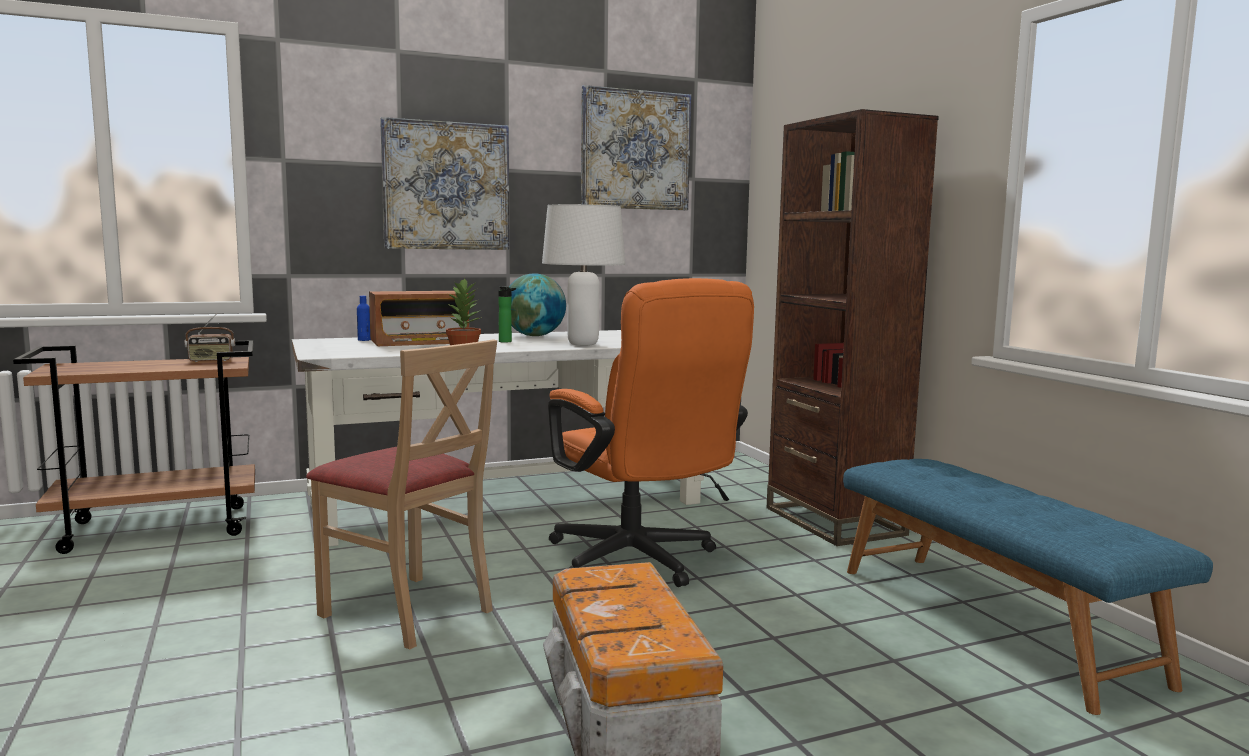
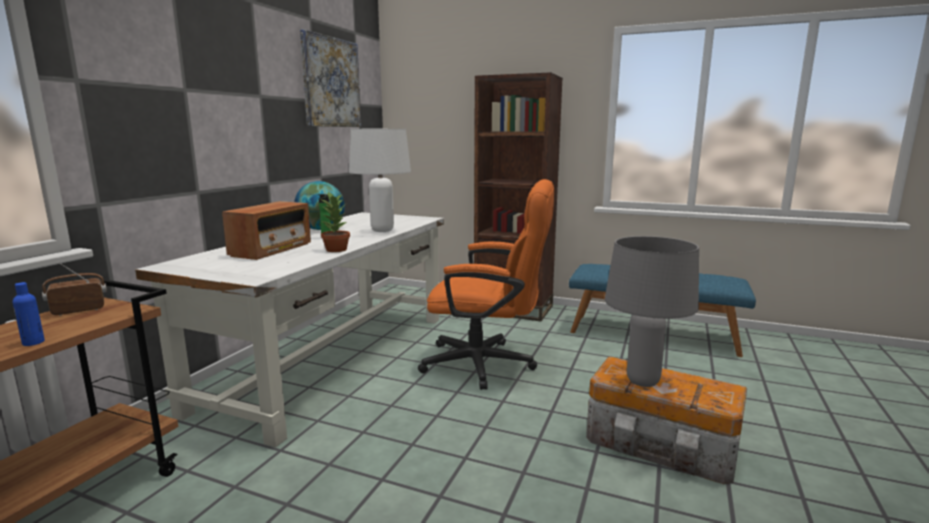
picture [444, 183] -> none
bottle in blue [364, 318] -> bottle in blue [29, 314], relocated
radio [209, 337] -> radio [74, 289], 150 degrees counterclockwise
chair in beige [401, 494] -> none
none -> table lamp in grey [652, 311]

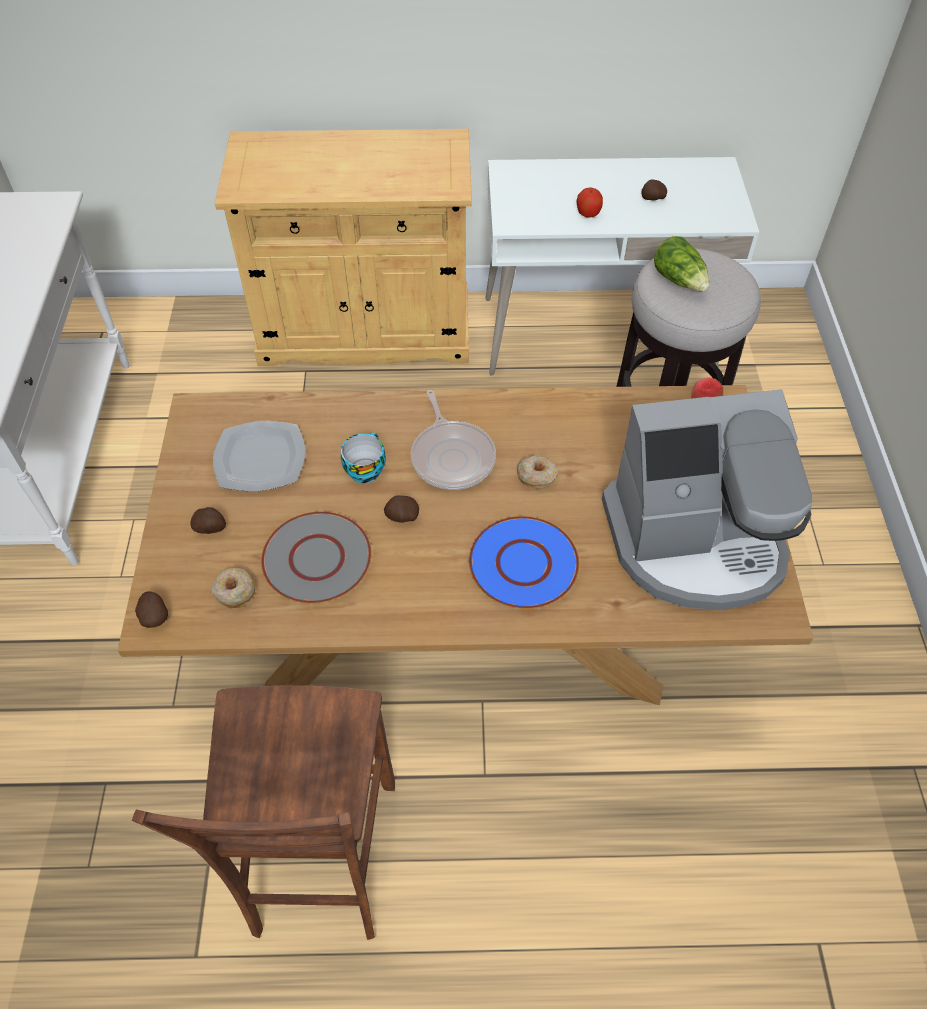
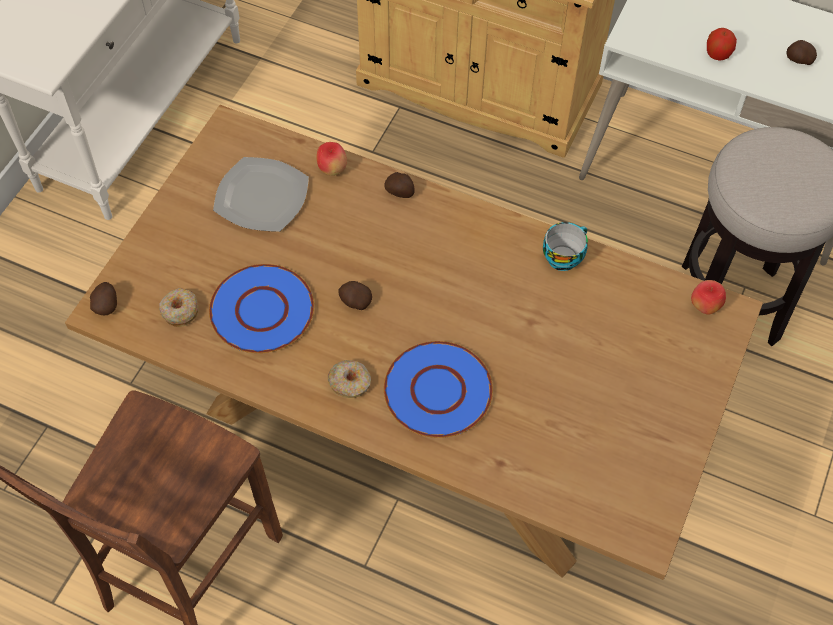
lettuce [682, 264] -> none
frying pan [453, 440] -> none
coffee machine [707, 500] -> none
cup [363, 458] -> cup [565, 246], relocated
donut [537, 472] -> donut [349, 379], relocated
potato [208, 520] -> potato [399, 185], relocated
plate in grey [316, 557] -> plate in blue [261, 308]
none -> apple [331, 159]

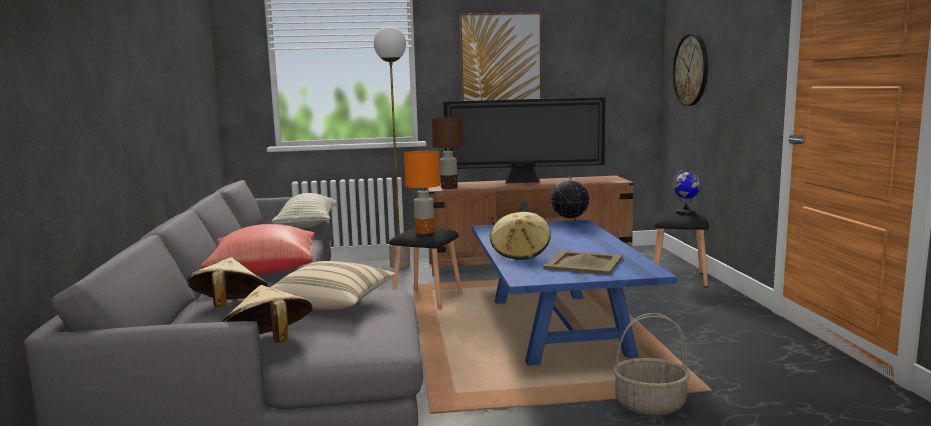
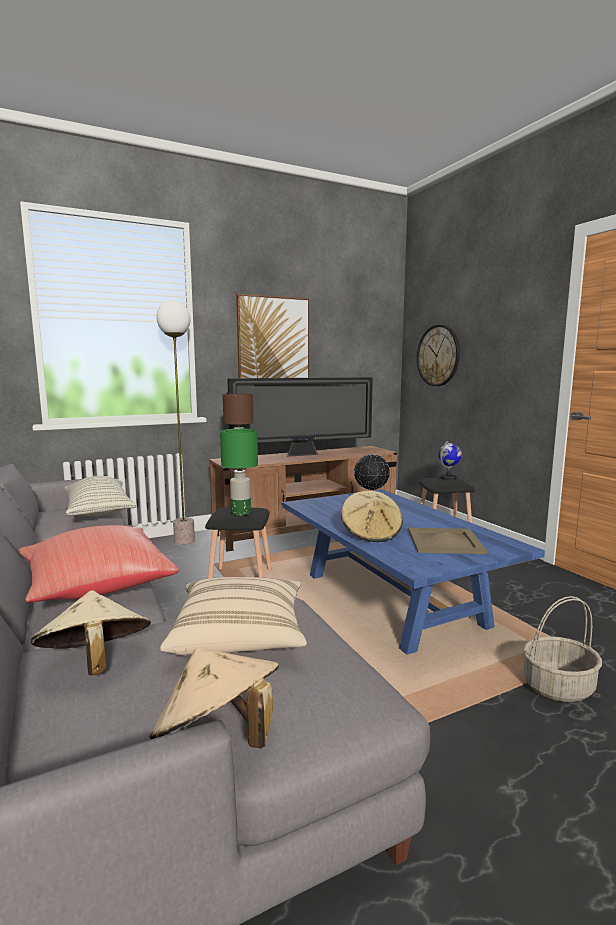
table lamp in orange [422, 192] -> table lamp in green [239, 472]

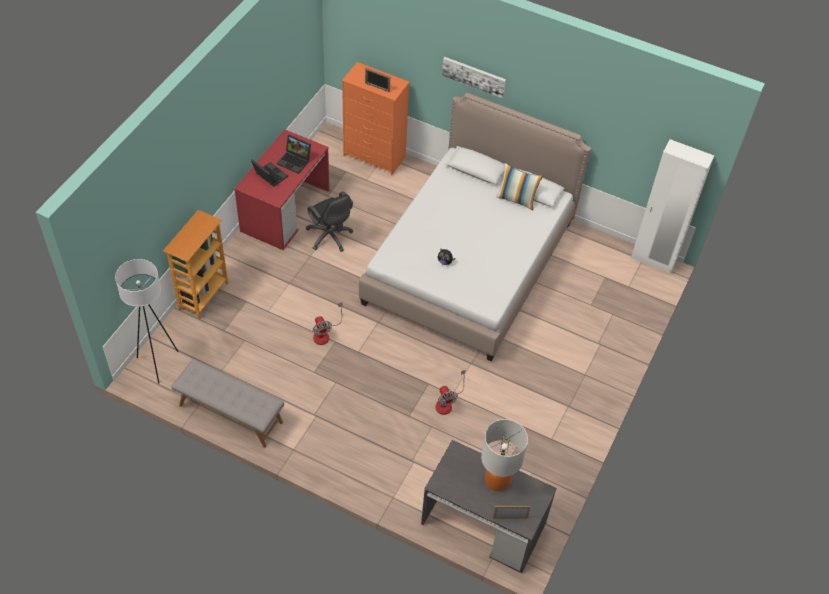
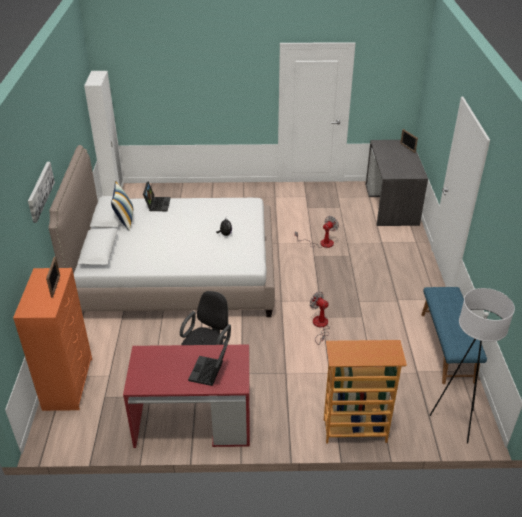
laptop [294, 154] -> laptop [157, 196], relocated
fan [328, 323] -> fan [320, 318], 90 degrees counterclockwise
bench in grey [227, 403] -> bench in blue [454, 335]
table lamp [504, 455] -> none

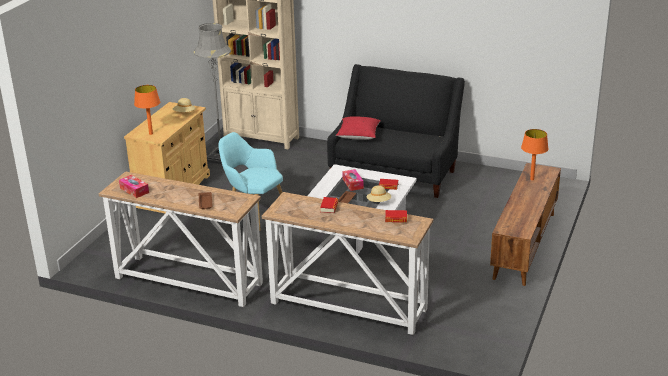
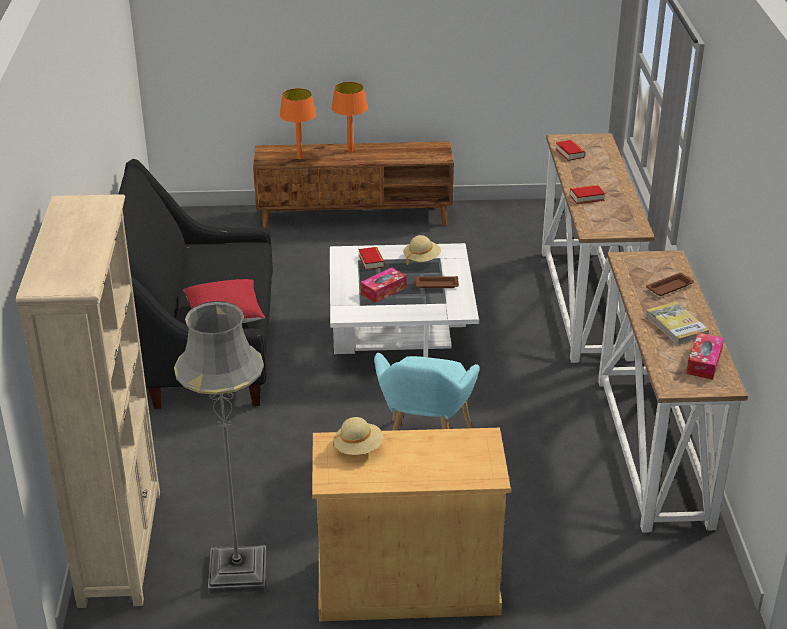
table lamp in orange [147, 110] -> table lamp in orange [349, 117], relocated
none -> book [677, 323]

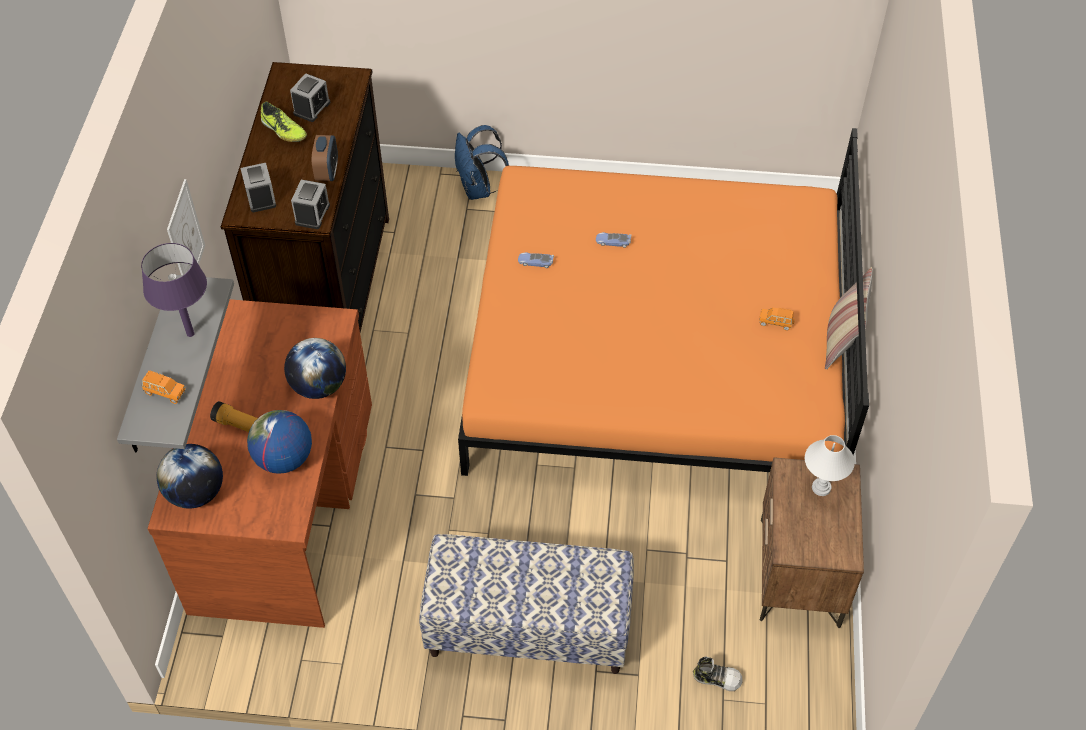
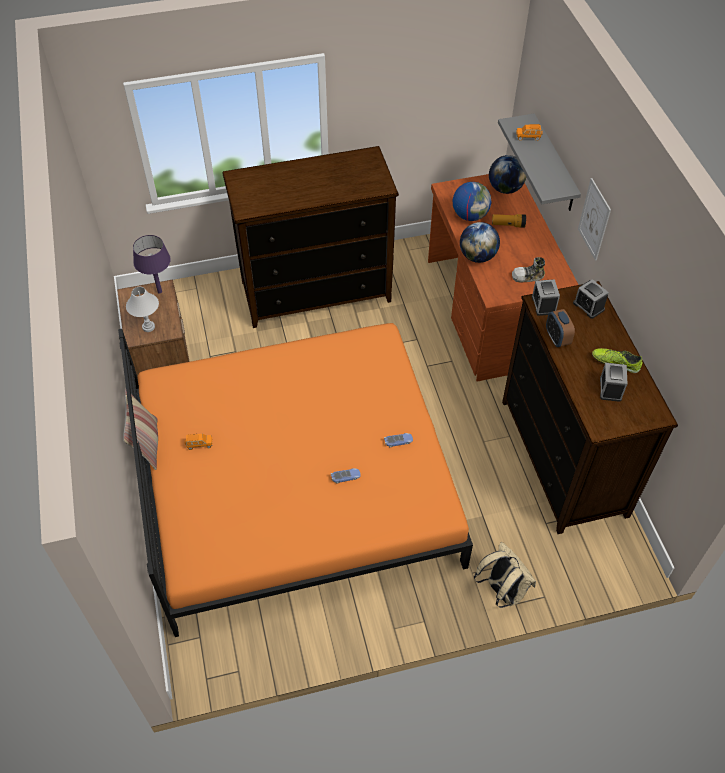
backpack in blue [482, 162] -> backpack in beige [505, 575]
table lamp in purple [174, 290] -> table lamp in purple [152, 264], relocated
bench [526, 604] -> dresser [310, 237]
shoe [718, 673] -> shoe [528, 270], relocated

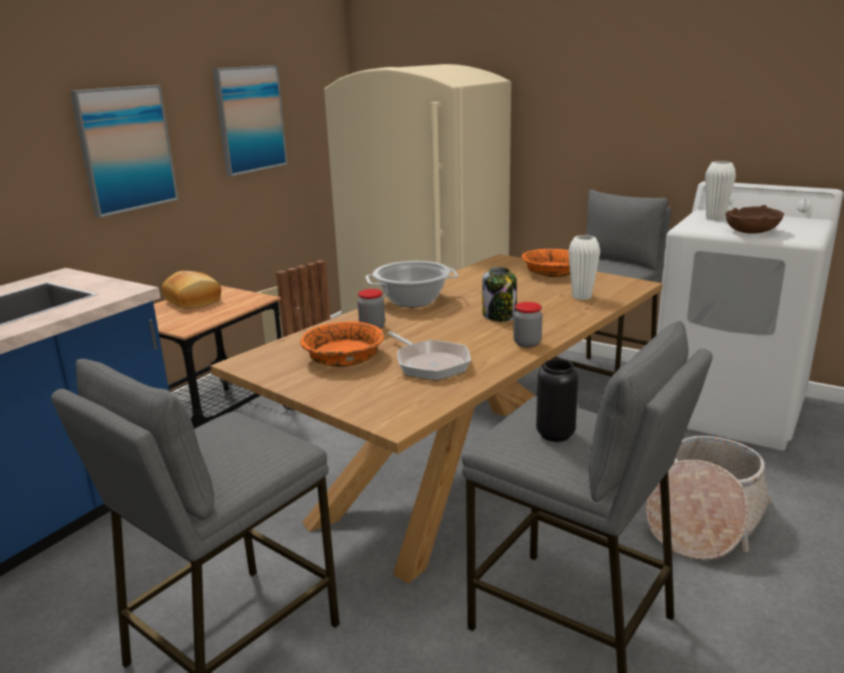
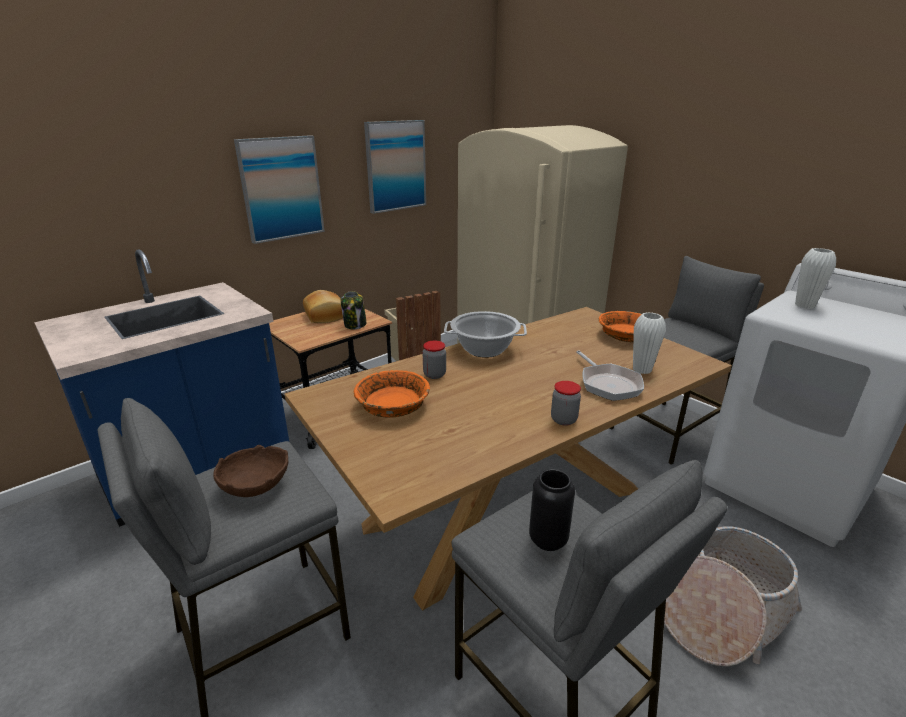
bowl in brown [755, 219] -> bowl in brown [250, 471], relocated
jar [499, 294] -> jar [353, 310], relocated
frying pan [429, 355] -> frying pan [610, 375], relocated

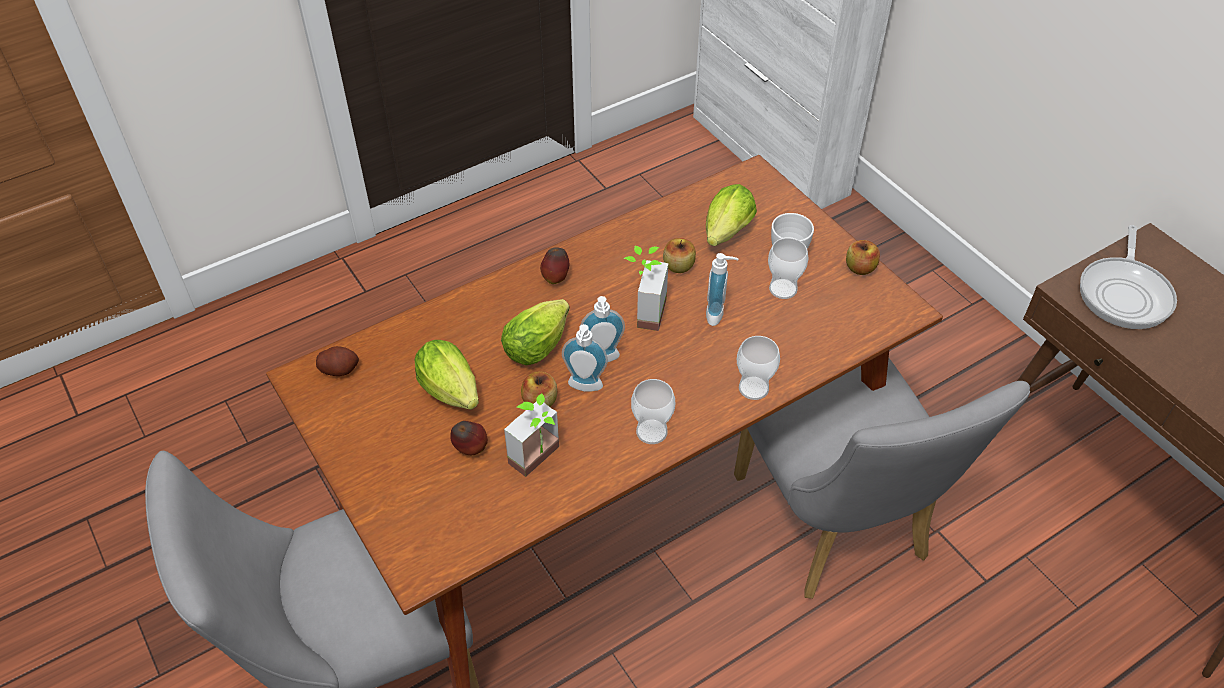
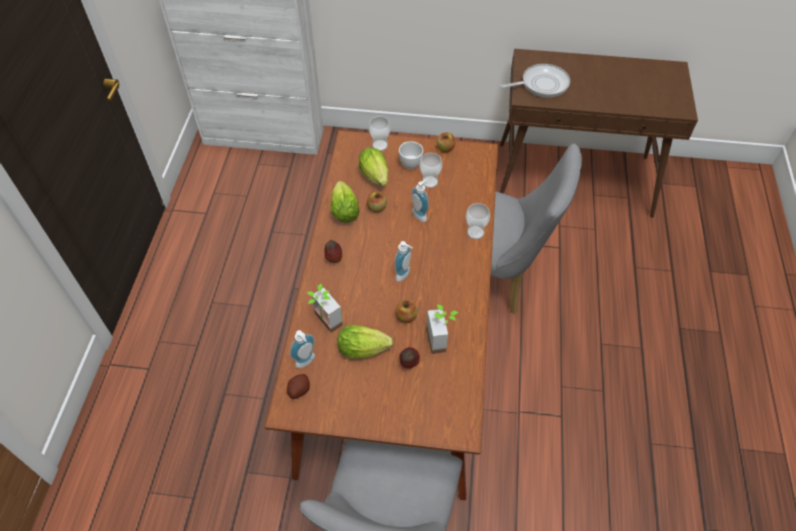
frying pan [1128, 277] -> frying pan [535, 81], 75 degrees counterclockwise
potted plant [646, 288] -> potted plant [325, 308], relocated
lettuce [535, 332] -> lettuce [345, 202], relocated
soap dispenser [585, 358] -> soap dispenser [302, 349], relocated
cup [653, 411] -> cup [380, 133], relocated

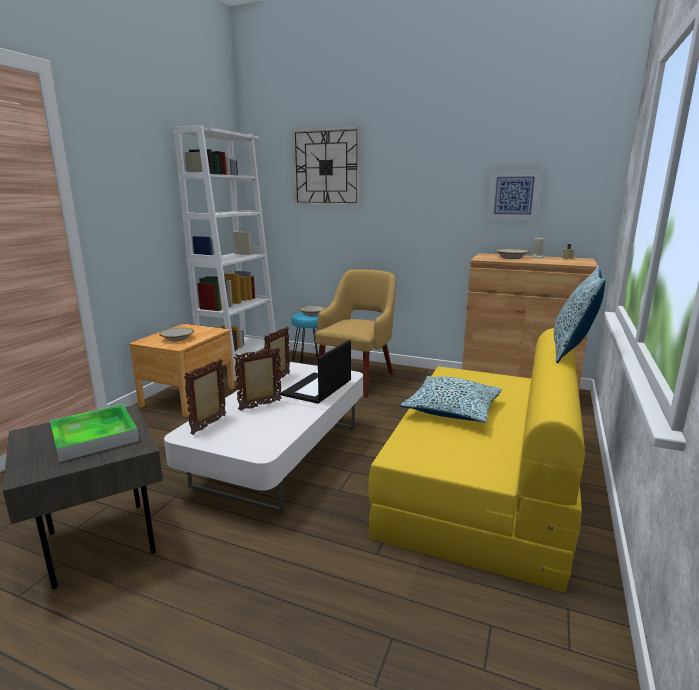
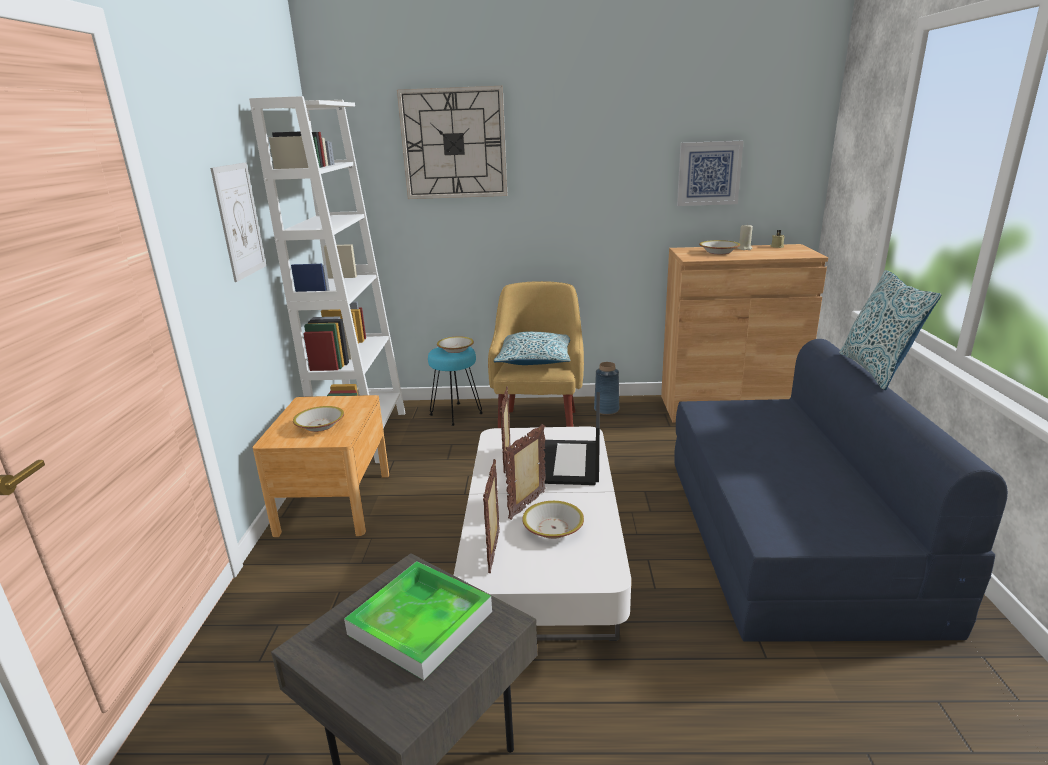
sofa in yellow [477, 460] -> sofa in blue [841, 490]
pillow [451, 399] -> pillow [532, 348], relocated
none -> picture [238, 222]
none -> vase in blue [606, 388]
none -> bowl [553, 520]

